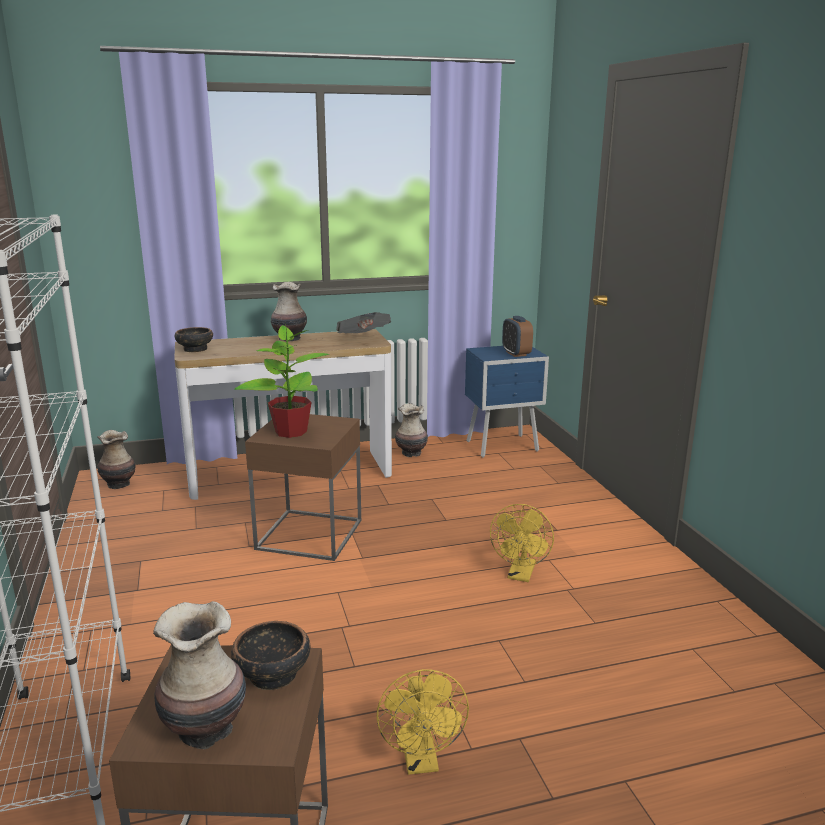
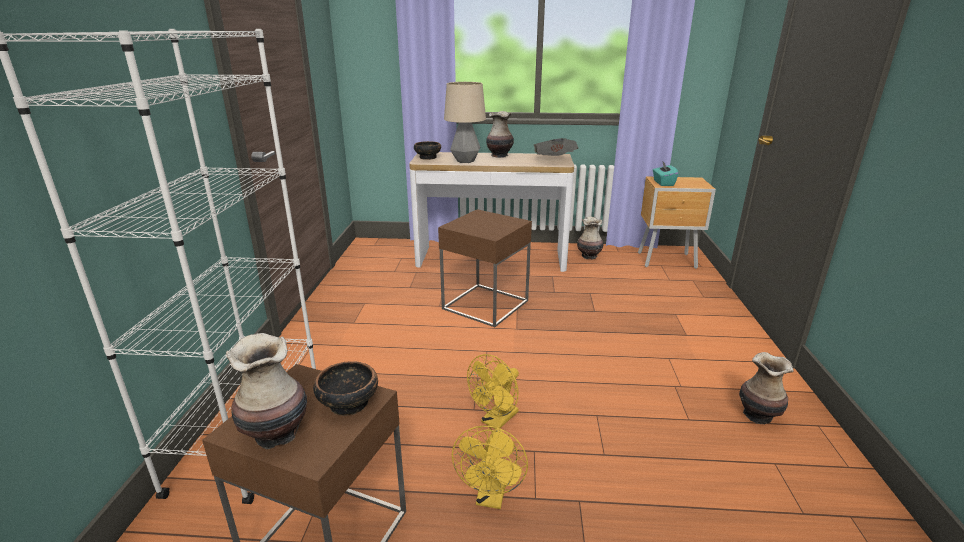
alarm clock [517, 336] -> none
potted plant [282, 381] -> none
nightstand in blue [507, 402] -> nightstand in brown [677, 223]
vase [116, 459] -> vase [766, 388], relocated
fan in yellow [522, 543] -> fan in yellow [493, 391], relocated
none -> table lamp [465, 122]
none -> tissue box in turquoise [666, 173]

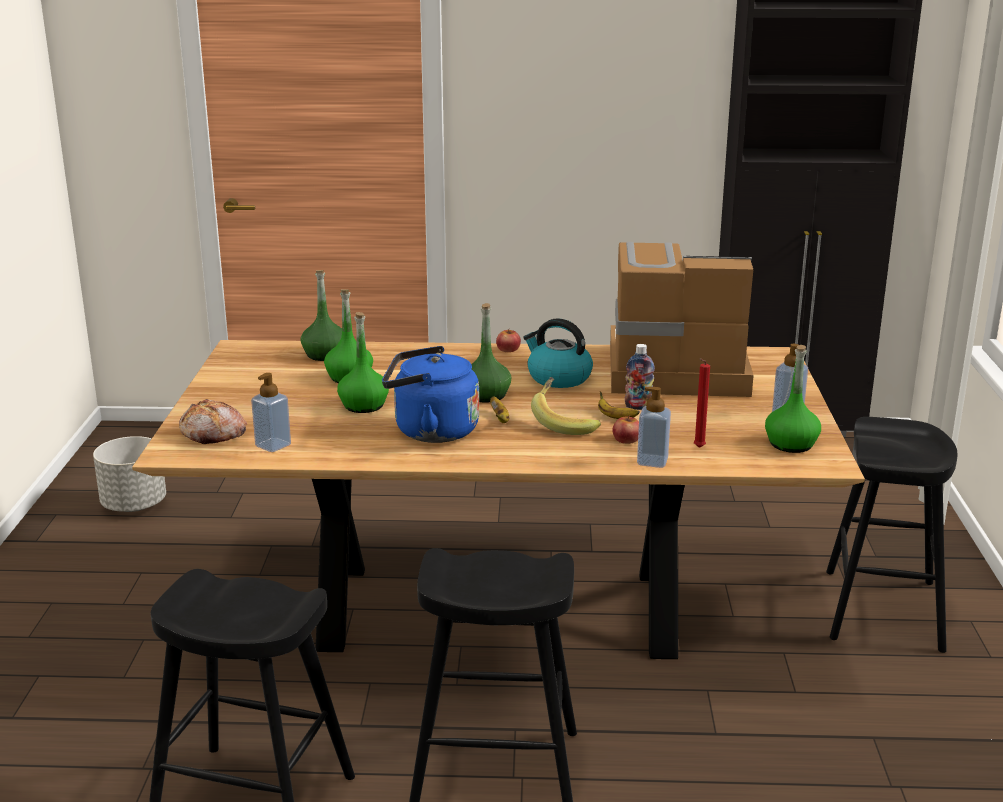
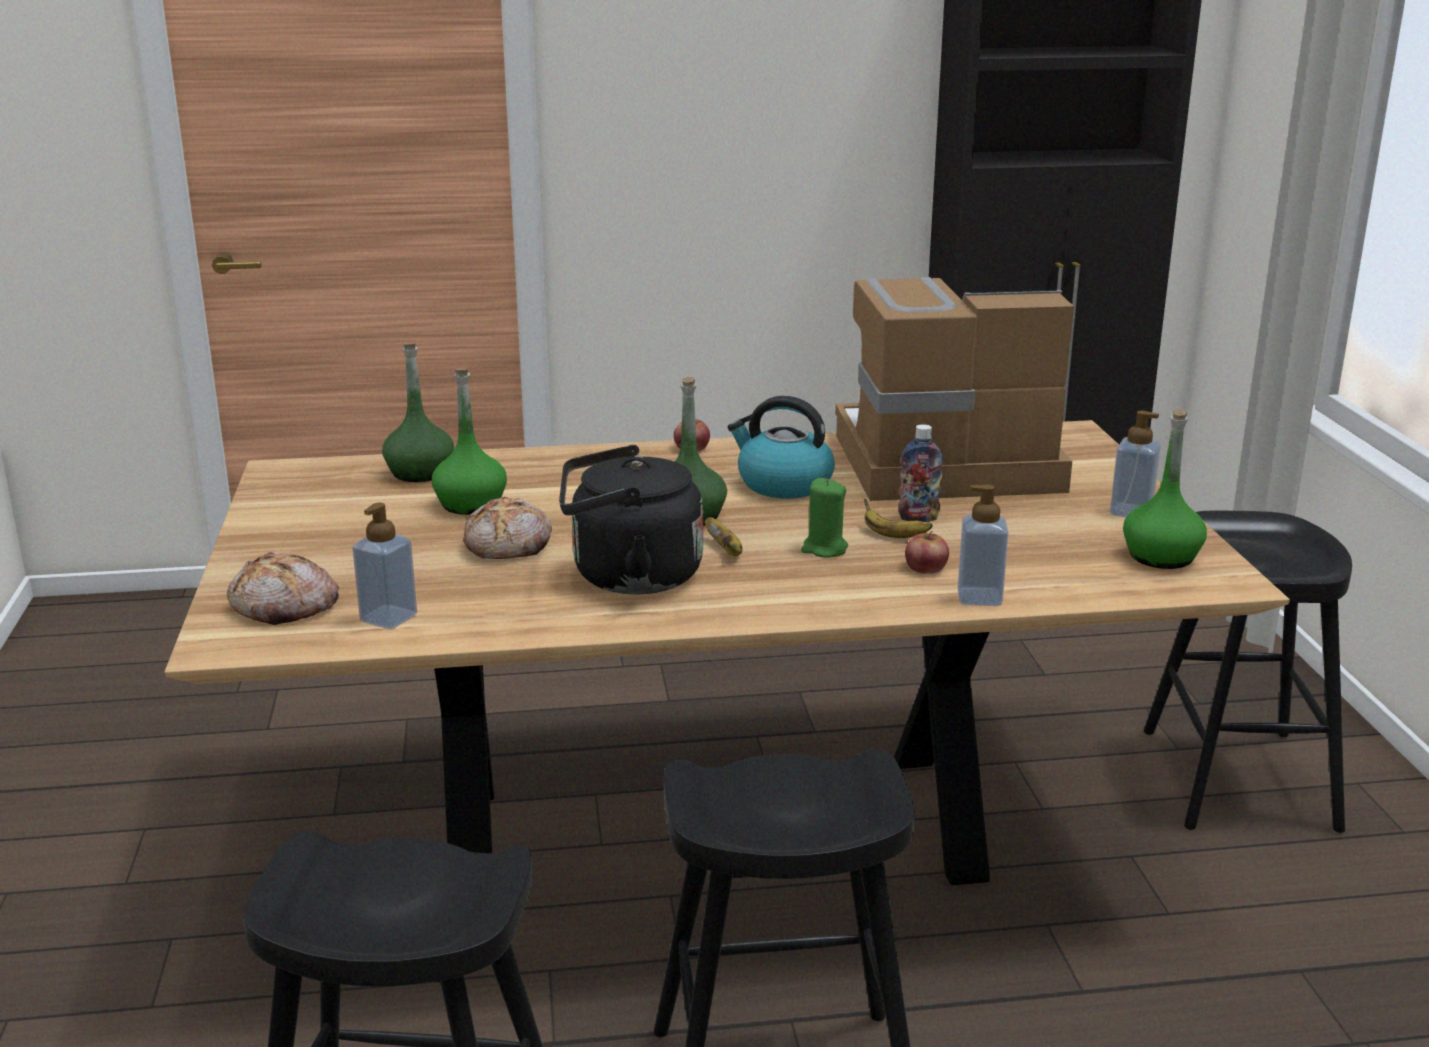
bottle in green [363, 362] -> bread [507, 528]
kettle in blue [430, 394] -> kettle in black [631, 520]
candle in red [702, 403] -> none
banana [566, 406] -> candle in green [824, 517]
planter in grey [129, 474] -> none

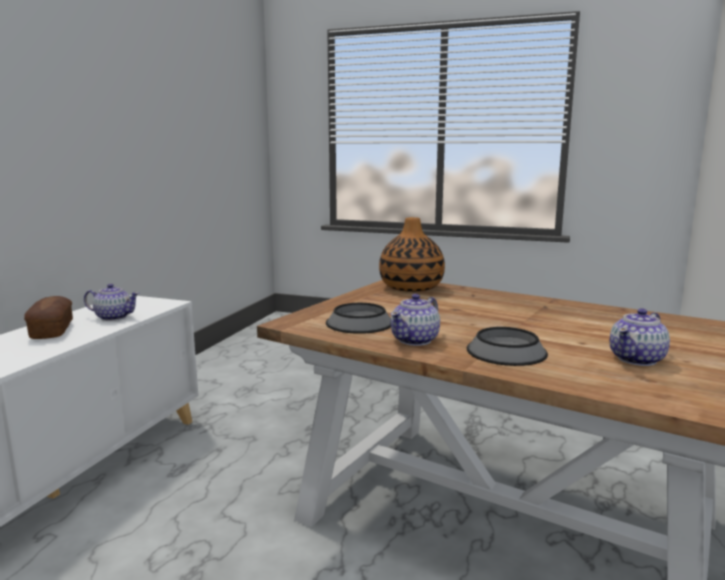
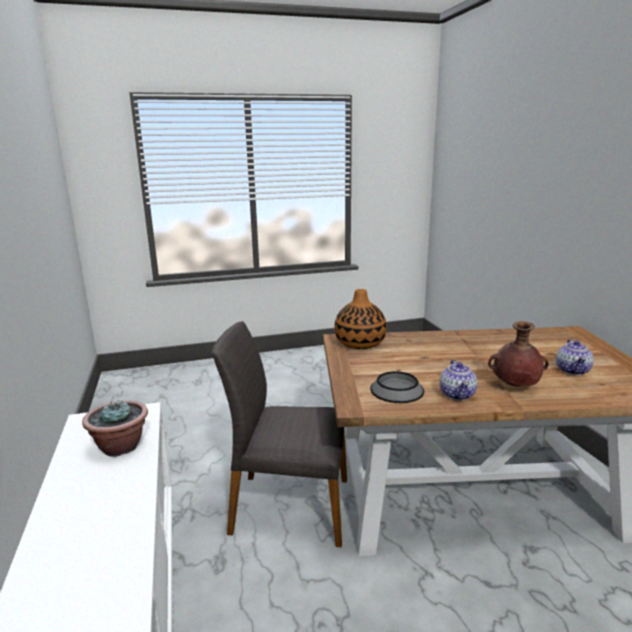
teapot [111, 302] -> potted plant [115, 428]
bread [48, 317] -> none
bowl [507, 346] -> vase in brown [518, 354]
none -> chair in grey [279, 434]

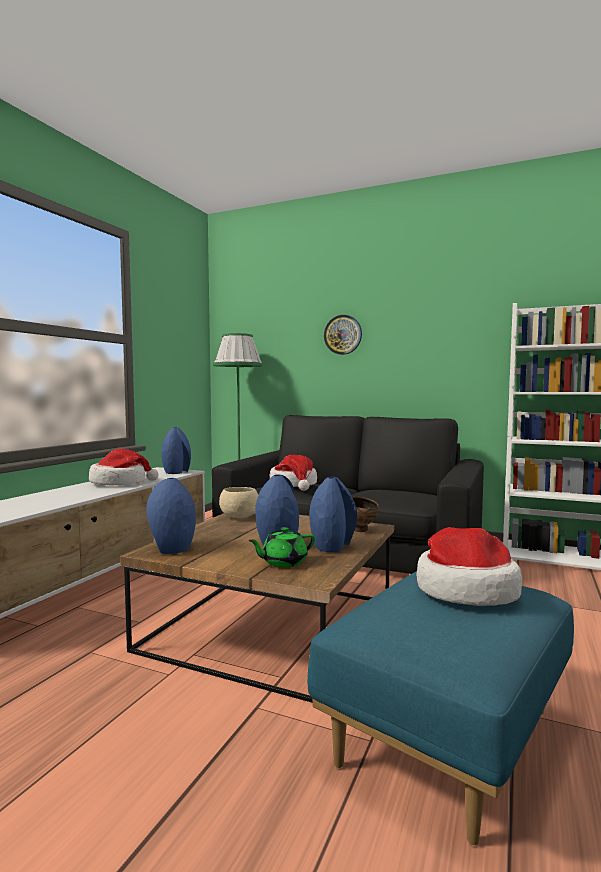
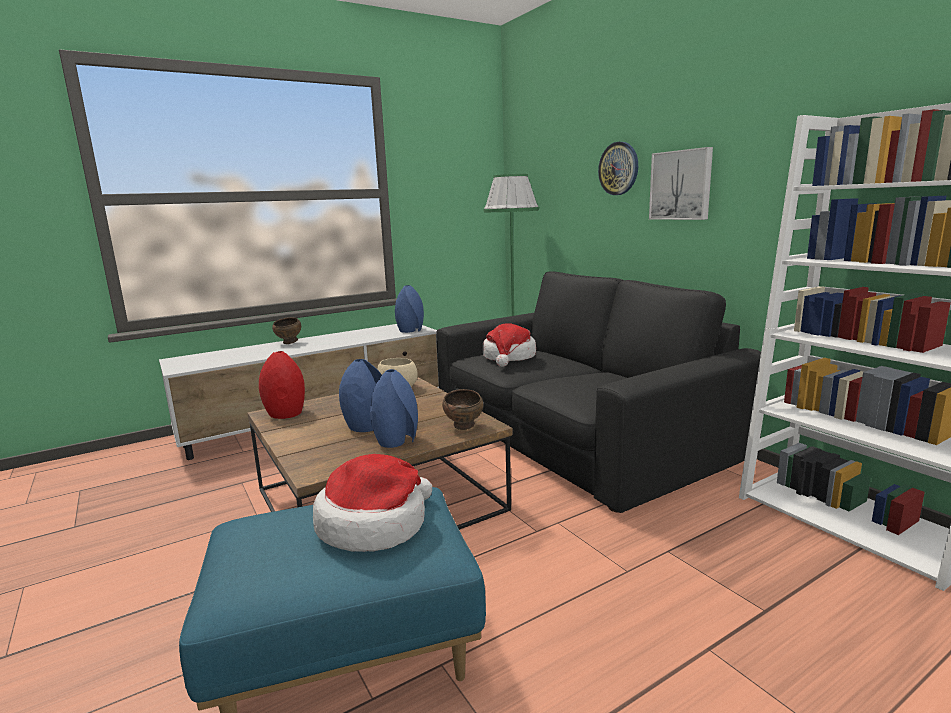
hat [123, 467] -> none
vase in blue [171, 516] -> vase in red [282, 385]
teapot in green [281, 547] -> none
none -> picture [681, 183]
none -> bowl in brown [286, 330]

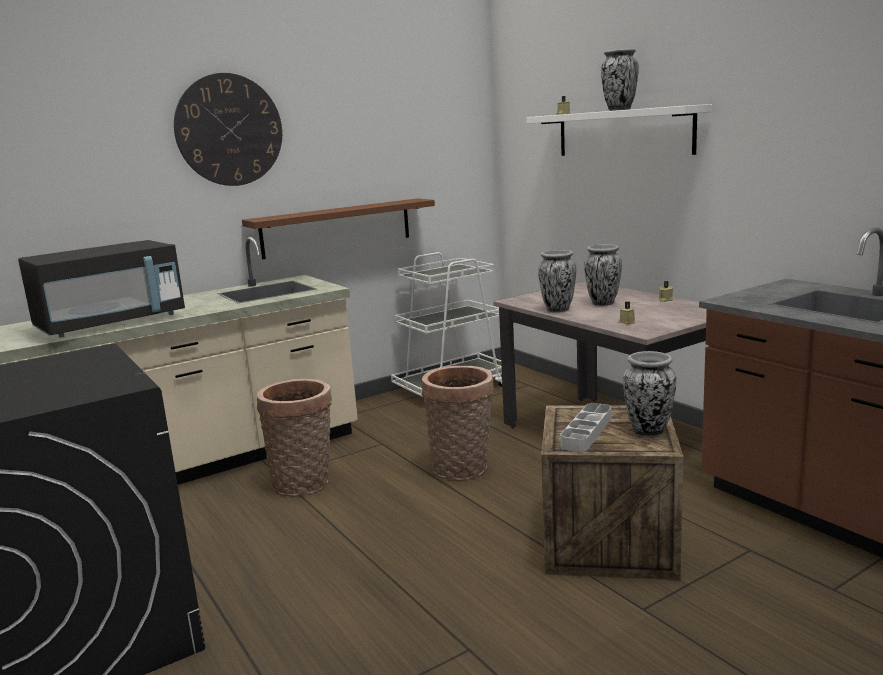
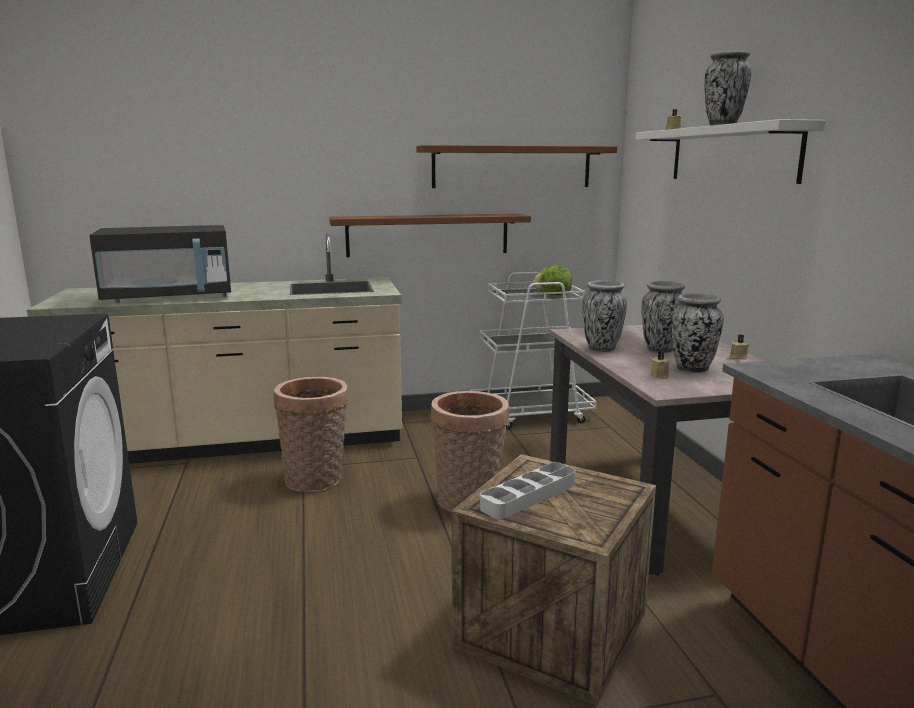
wall clock [228, 129] -> none
vase [650, 394] -> vase [698, 333], relocated
none -> shelf in brown [516, 166]
none -> lettuce [552, 280]

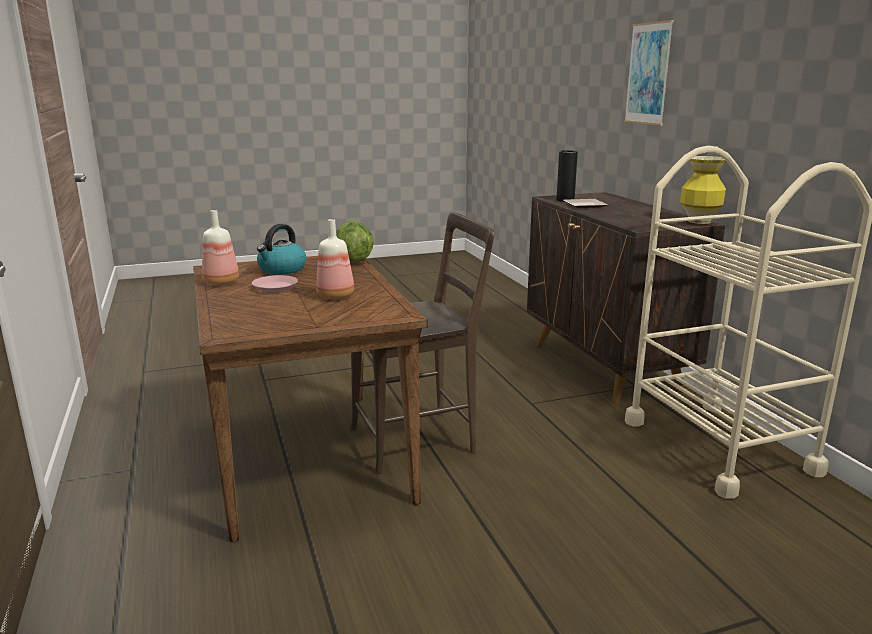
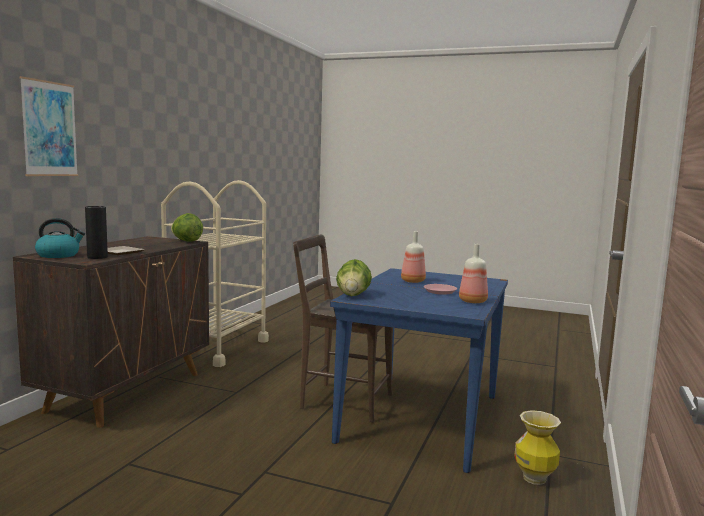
vase [703, 190] -> vase [537, 447], relocated
kettle [281, 249] -> kettle [60, 238], relocated
dining table in brown [310, 399] -> dining table in blue [419, 370]
none -> lettuce [187, 227]

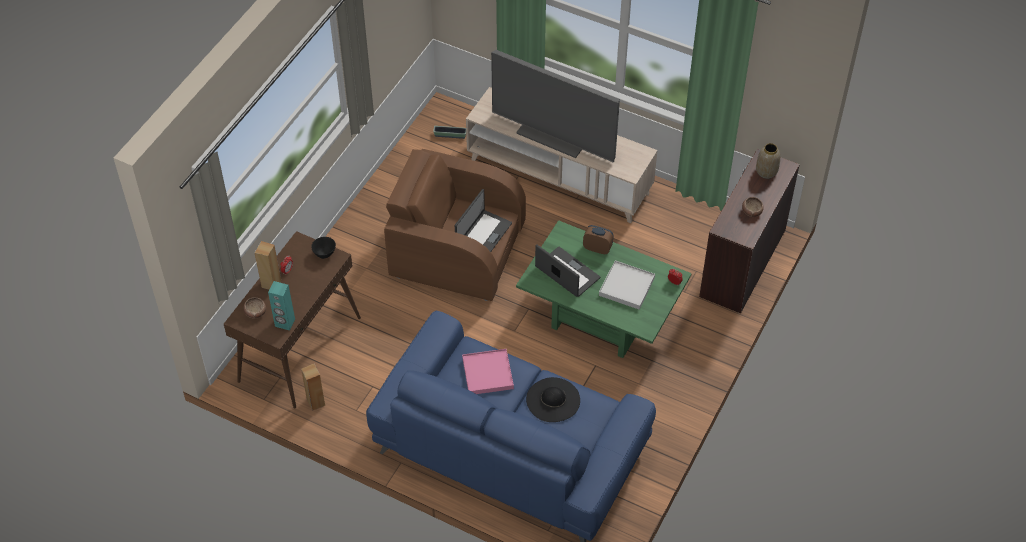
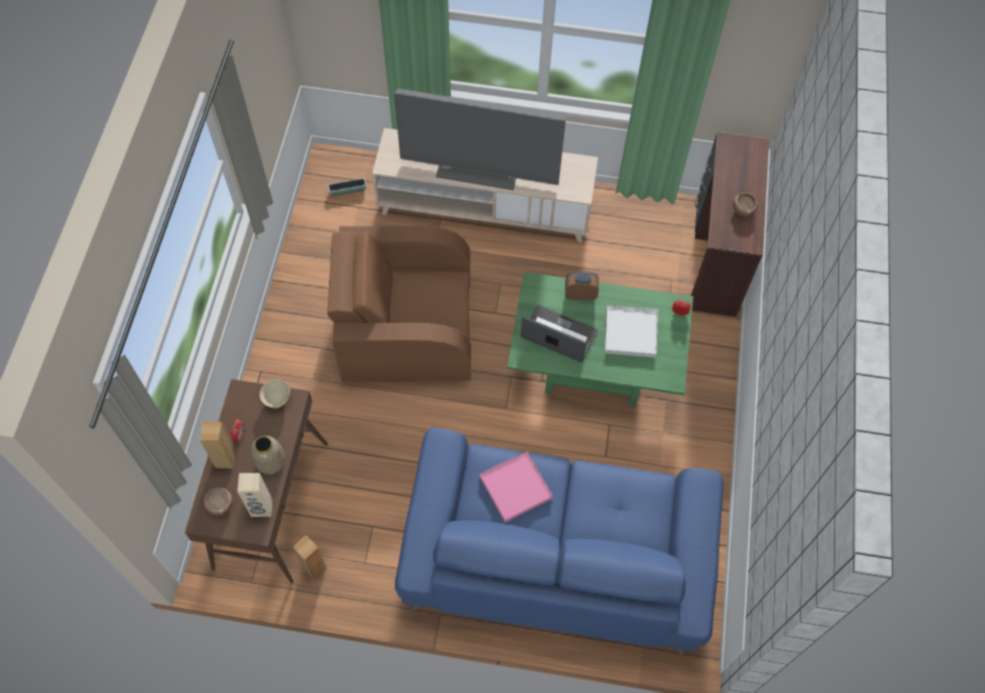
vase [768, 161] -> vase [268, 455], relocated
laptop [483, 220] -> none
bowl in black [323, 248] -> bowl in beige [275, 393]
speaker in turquoise [281, 306] -> speaker in beige [255, 495]
hat in black [553, 399] -> none

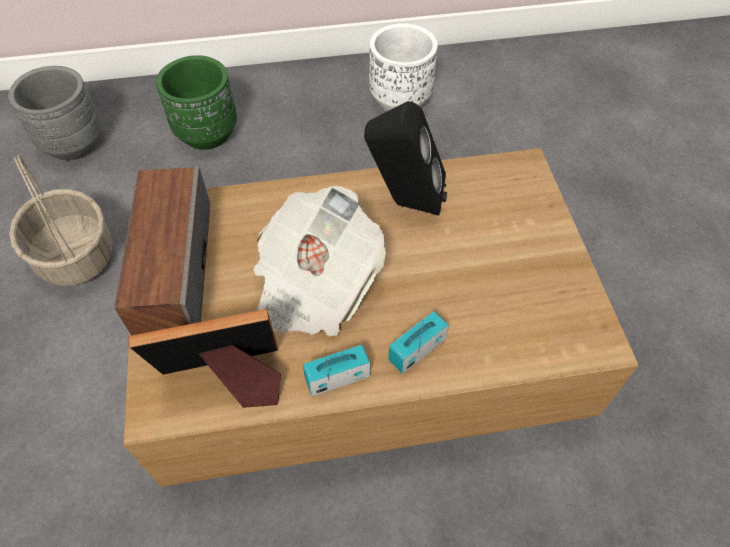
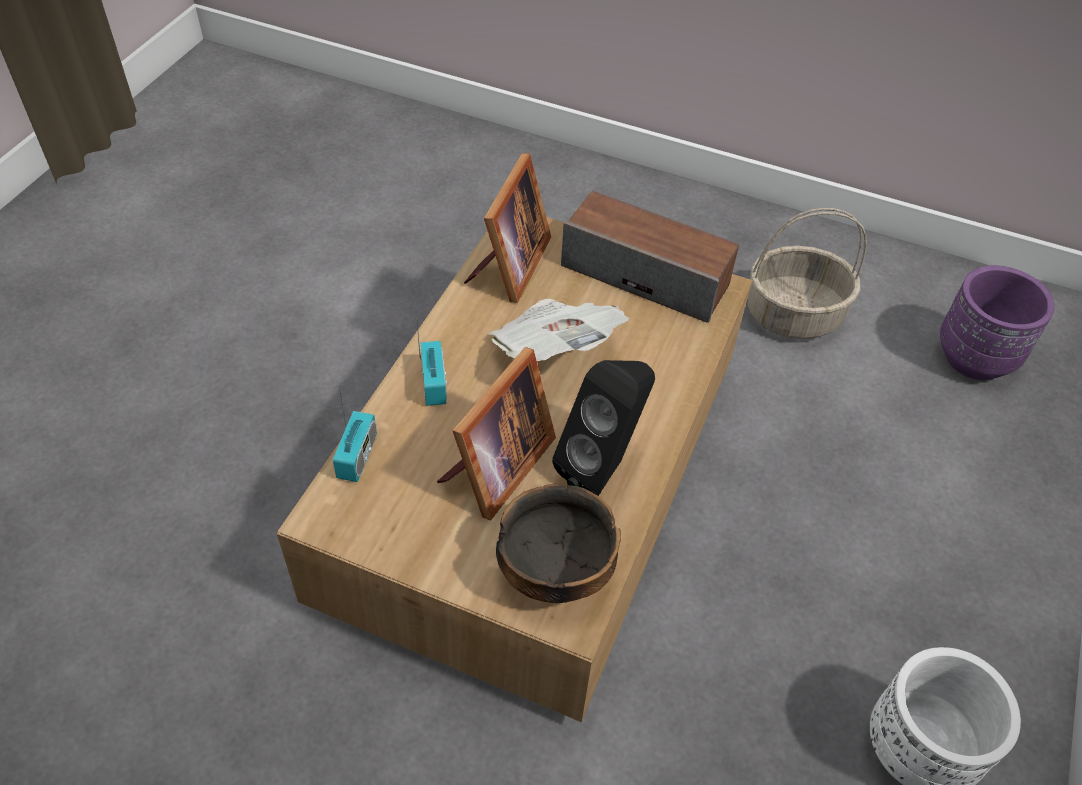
planter in green [196, 102] -> none
planter in grey [55, 113] -> planter in purple [997, 322]
radio [337, 370] -> radio [355, 435], relocated
none -> picture frame [496, 434]
none -> bowl [558, 543]

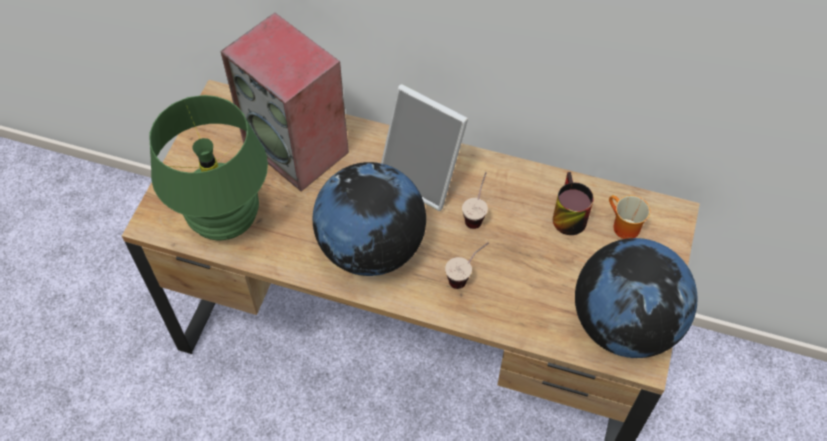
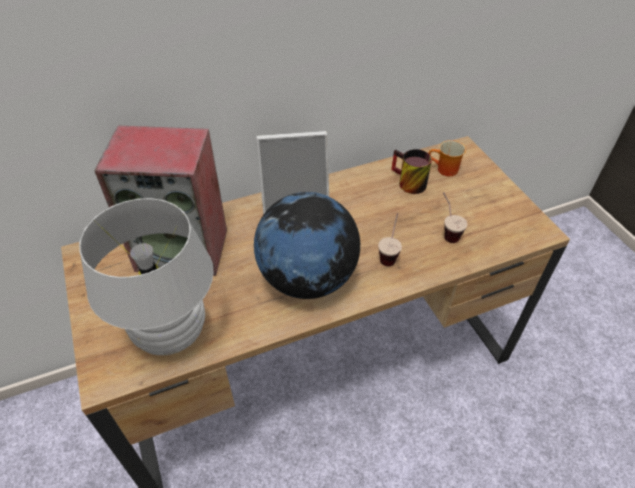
table lamp in green [209, 167] -> table lamp in white [146, 276]
cup [475, 200] -> cup [455, 217], relocated
globe [636, 298] -> none

